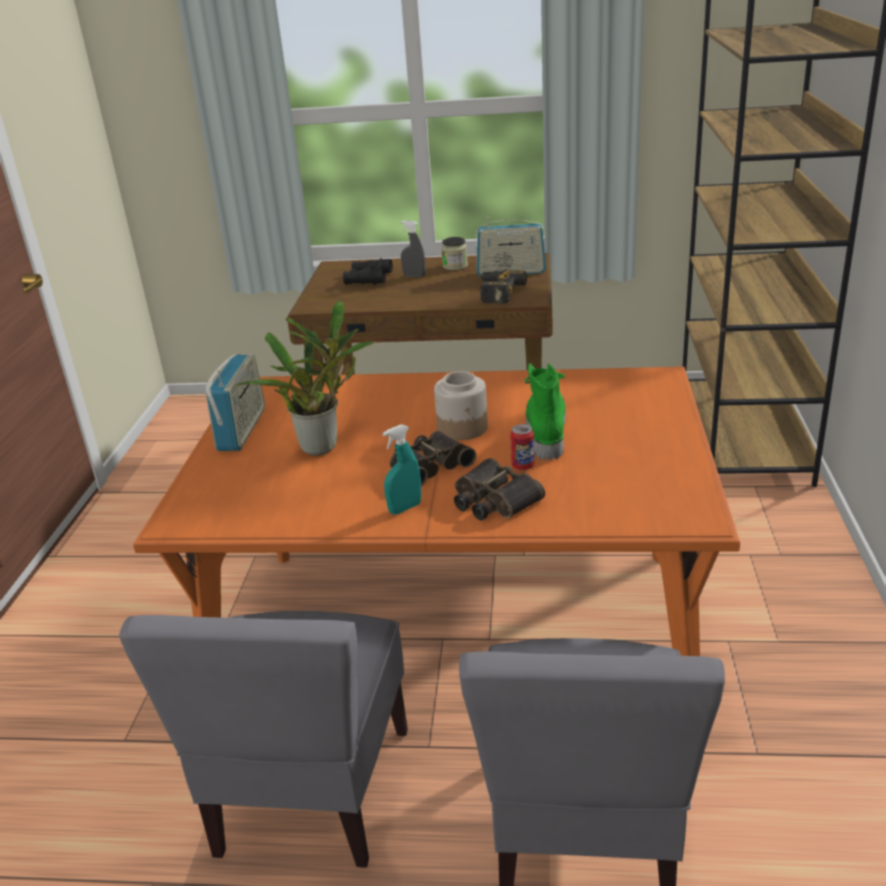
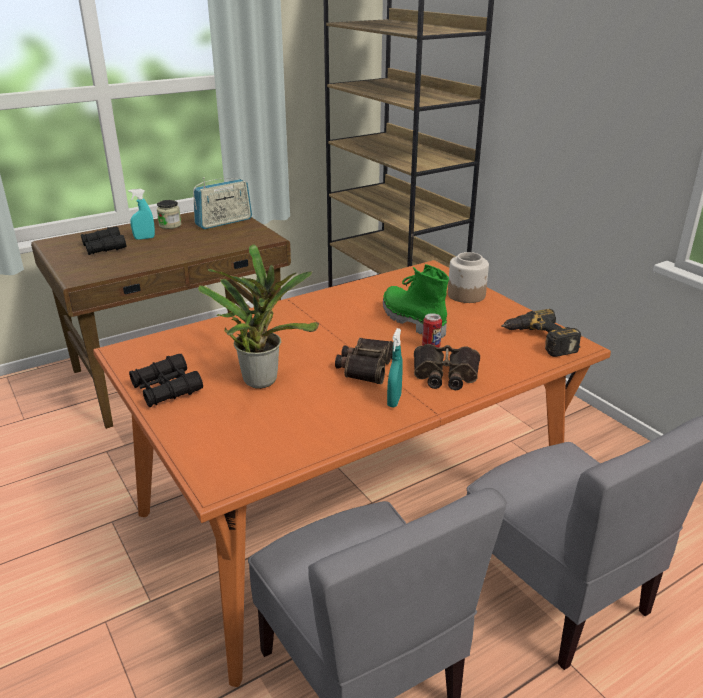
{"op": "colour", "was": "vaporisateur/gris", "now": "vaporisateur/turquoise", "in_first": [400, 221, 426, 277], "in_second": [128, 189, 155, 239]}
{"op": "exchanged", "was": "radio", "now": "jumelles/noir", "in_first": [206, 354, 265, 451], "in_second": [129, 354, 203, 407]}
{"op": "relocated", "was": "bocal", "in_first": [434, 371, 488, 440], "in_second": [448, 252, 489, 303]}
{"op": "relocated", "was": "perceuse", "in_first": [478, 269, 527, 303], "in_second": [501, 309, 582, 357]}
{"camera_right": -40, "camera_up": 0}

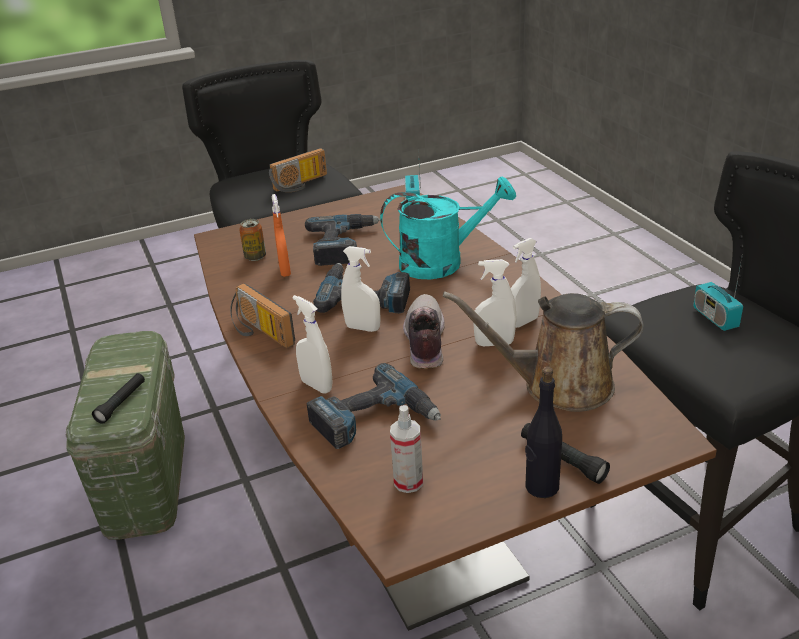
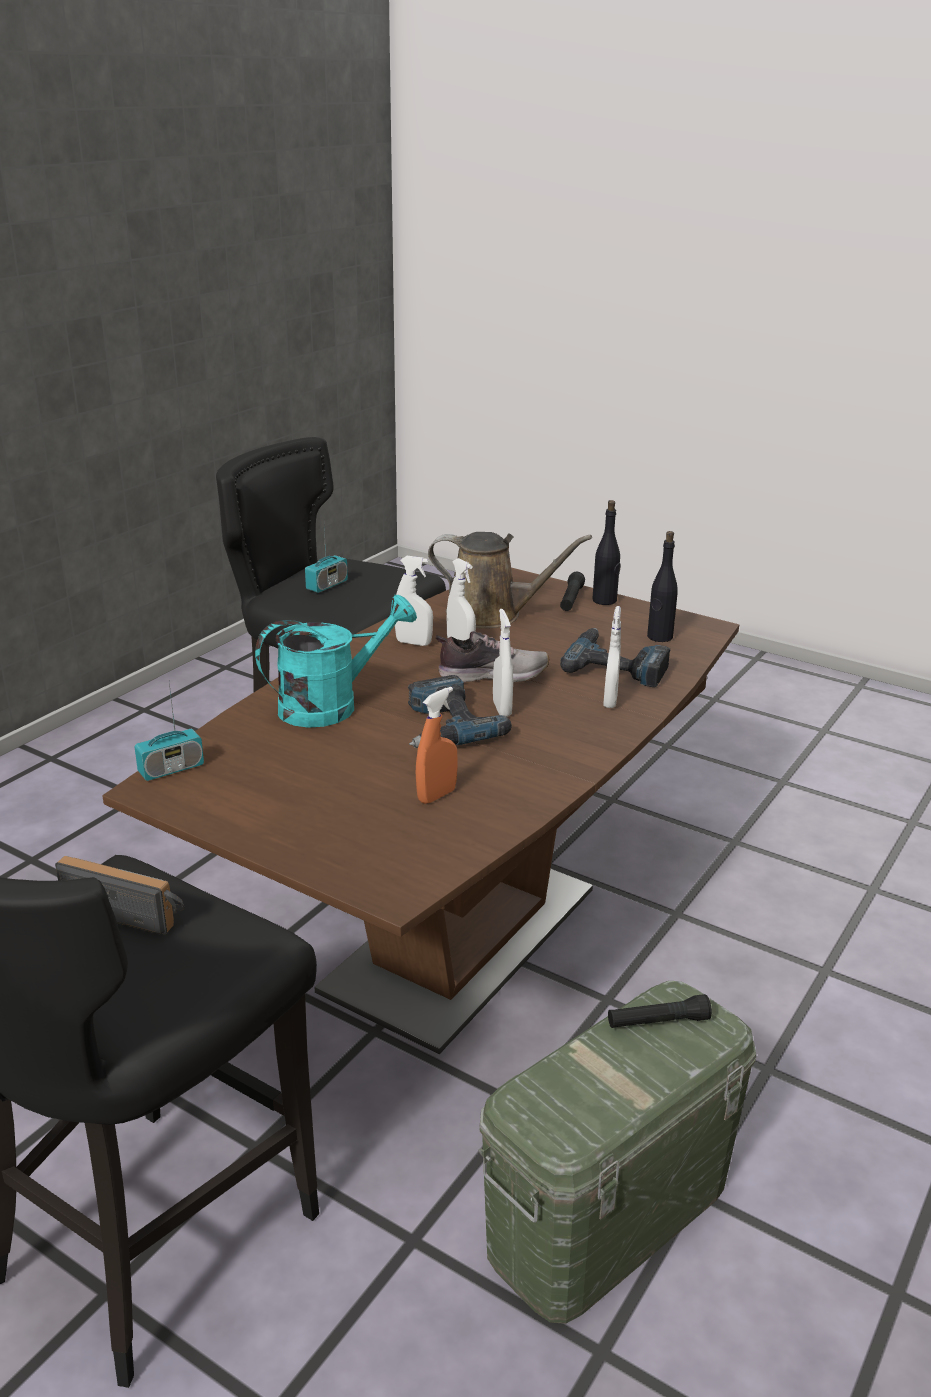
{"op": "spun", "was": "arrosoir/turquoise", "in_first": [380, 177, 516, 279], "in_second": [255, 595, 417, 728], "clockwise": 105}
{"op": "spun", "was": "arrosoir/marron", "in_first": [443, 291, 644, 412], "in_second": [428, 532, 592, 629], "clockwise": -45}
{"op": "spun", "was": "chaussure", "in_first": [403, 294, 445, 369], "in_second": [436, 631, 549, 683], "clockwise": -150}
{"op": "exchanged", "was": "vaporisateur", "now": "bouteille/noir", "in_first": [390, 405, 423, 493], "in_second": [647, 531, 678, 642]}
{"op": "missing", "was": "radio", "in_first": [230, 283, 295, 348]}
{"op": "missing", "was": "boîte métallique", "in_first": [239, 219, 266, 261]}
{"op": "missing", "was": "perceuse", "in_first": [305, 214, 380, 266]}
{"camera_right": -125, "camera_up": -5}

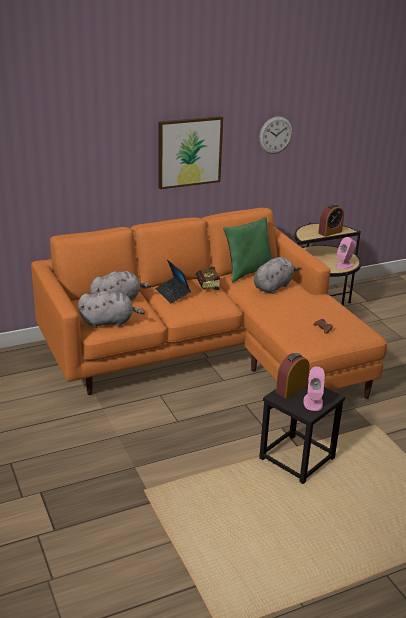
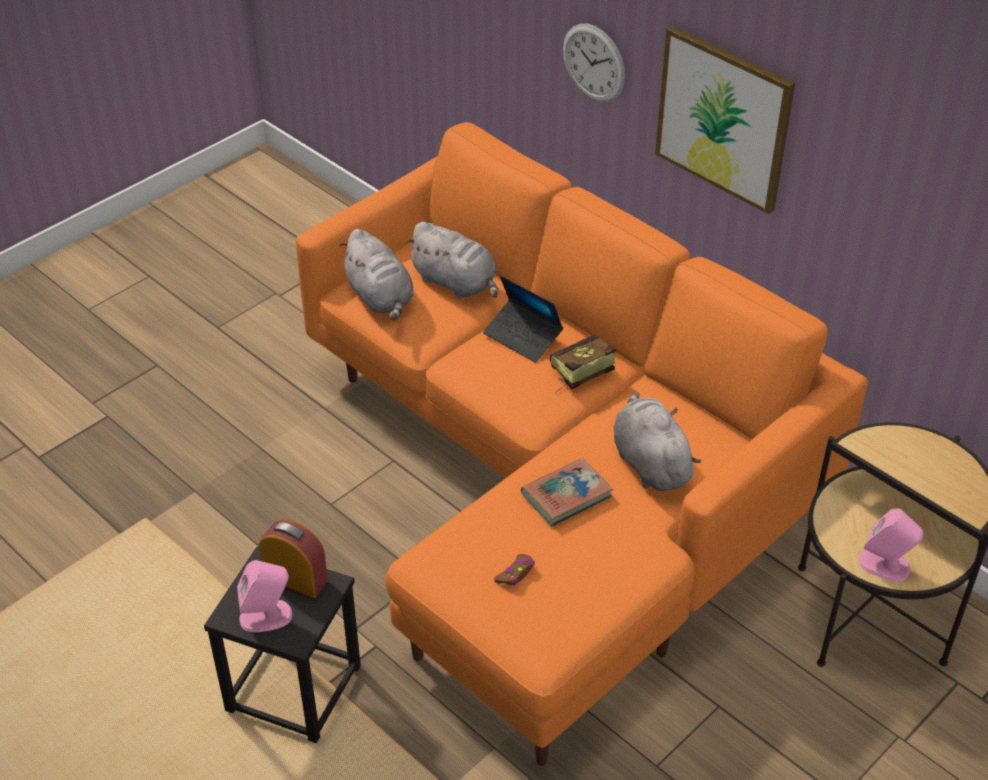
{"op": "spun", "was": "ordinateur portable", "in_first": [155, 260, 191, 303], "in_second": [483, 275, 563, 363], "clockwise": -90}
{"op": "appeared", "now": "livre", "in_second": [521, 458, 613, 526]}
{"op": "relocated", "was": "horloge murale", "in_first": [259, 116, 292, 154], "in_second": [563, 24, 625, 102]}
{"op": "spun", "was": "peluche/gris", "in_first": [254, 257, 301, 294], "in_second": [614, 392, 701, 491], "clockwise": -135}
{"op": "missing", "was": "coussin/vert", "in_first": [223, 217, 273, 282]}
{"op": "missing", "was": "réveil", "in_first": [318, 204, 344, 237]}
{"camera_right": 70, "camera_up": 15}

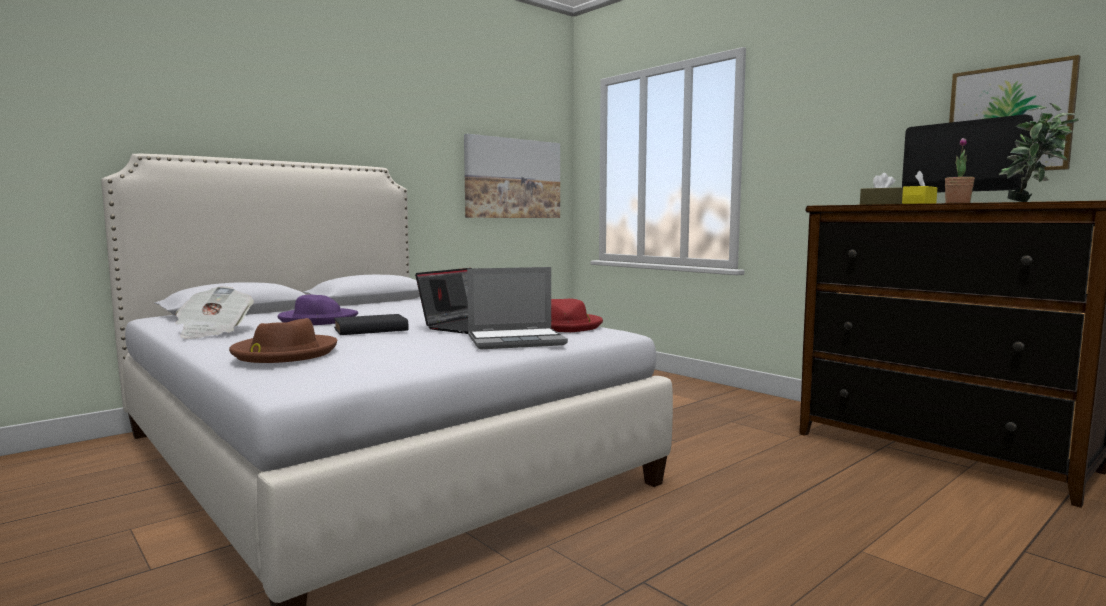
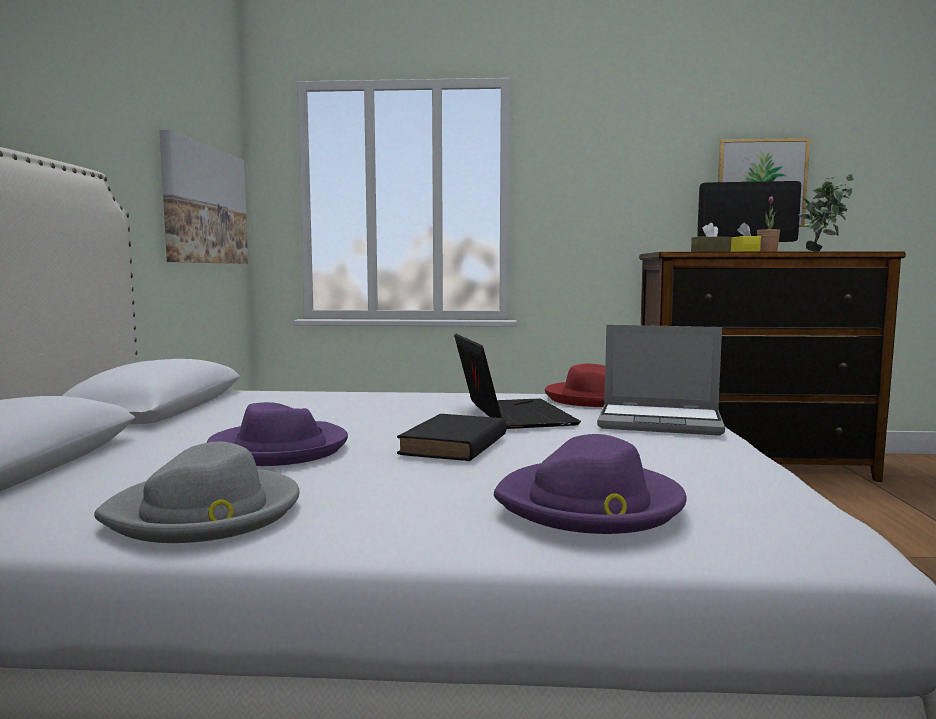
{"op": "exchanged", "was": "journal", "now": "chapeau/gris", "in_first": [175, 286, 253, 339], "in_second": [94, 442, 300, 543]}
{"op": "colour", "was": "chapeau/marron", "now": "chapeau/violet", "in_first": [229, 318, 337, 363], "in_second": [494, 434, 687, 534]}
{"op": "spun", "was": "ordinateur portable", "in_first": [467, 267, 568, 349], "in_second": [597, 325, 725, 436], "clockwise": 75}
{"camera_right": -45, "camera_up": 0}

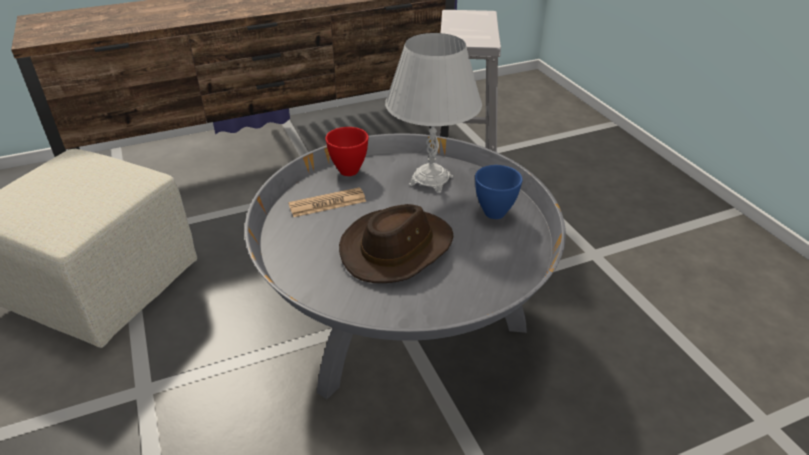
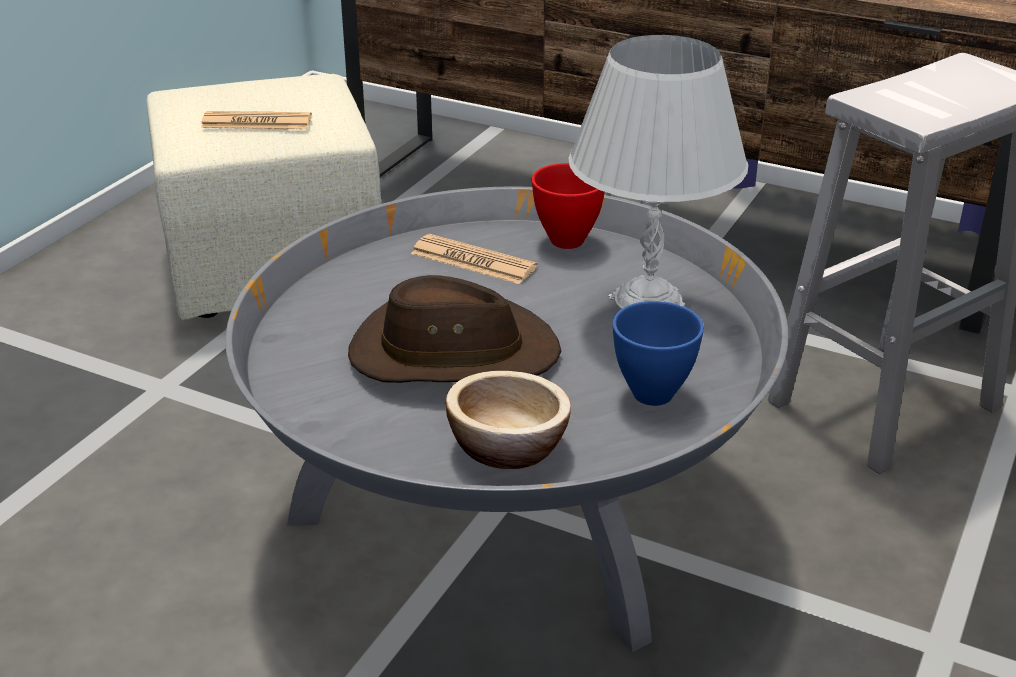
{"op": "appeared", "now": "journal", "in_second": [201, 111, 312, 129]}
{"op": "appeared", "now": "bol", "in_second": [446, 371, 571, 469]}
{"camera_right": 50, "camera_up": -5}

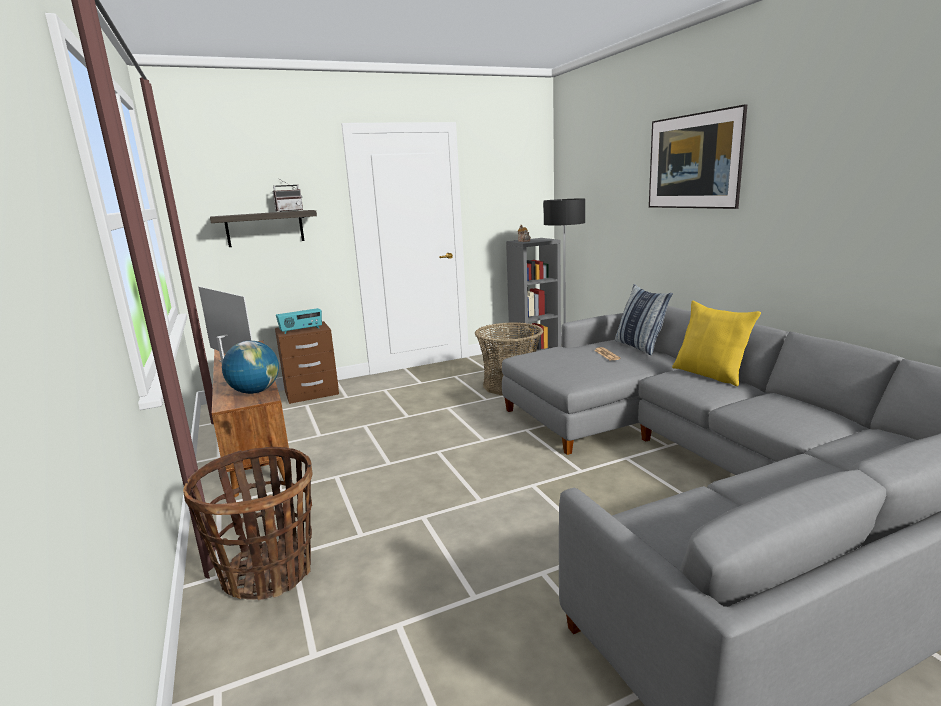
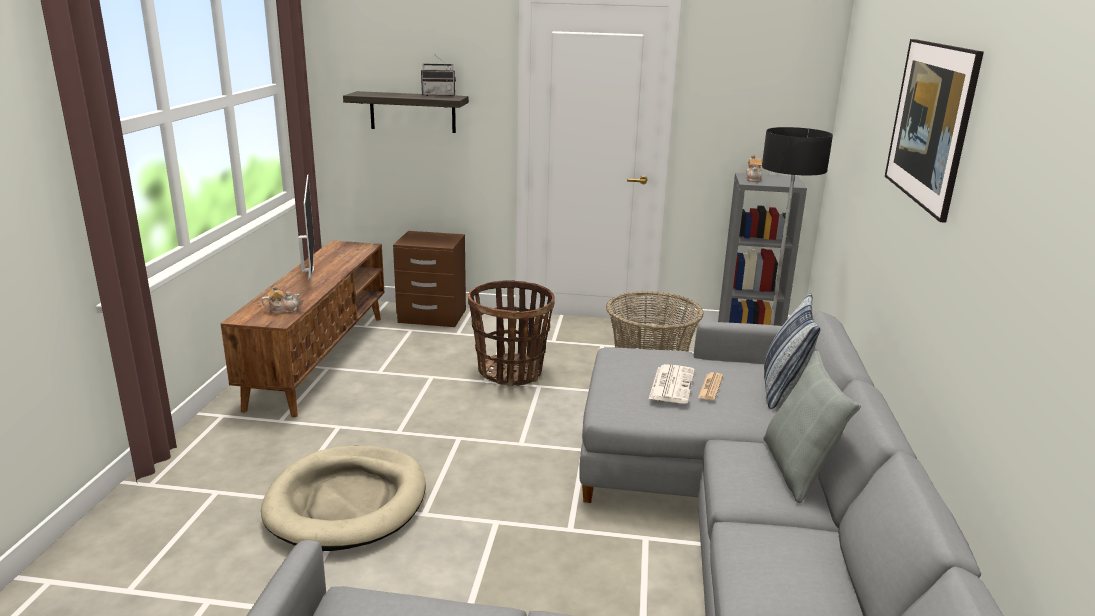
{"op": "exchanged", "was": "globe", "now": "théière", "in_first": [222, 341, 279, 394], "in_second": [261, 285, 300, 314]}
{"op": "appeared", "now": "panier pour chien/beige", "in_second": [261, 446, 425, 551]}
{"op": "relocated", "was": "panier", "in_first": [183, 447, 313, 600], "in_second": [468, 280, 555, 386]}
{"op": "appeared", "now": "journal", "in_second": [649, 364, 695, 404]}
{"op": "colour", "was": "coussin/jaune", "now": "coussin/gris", "in_first": [672, 301, 761, 386], "in_second": [763, 351, 861, 503]}
{"op": "missing", "was": "radio", "in_first": [276, 308, 322, 334]}
{"camera_right": 30, "camera_up": 5}

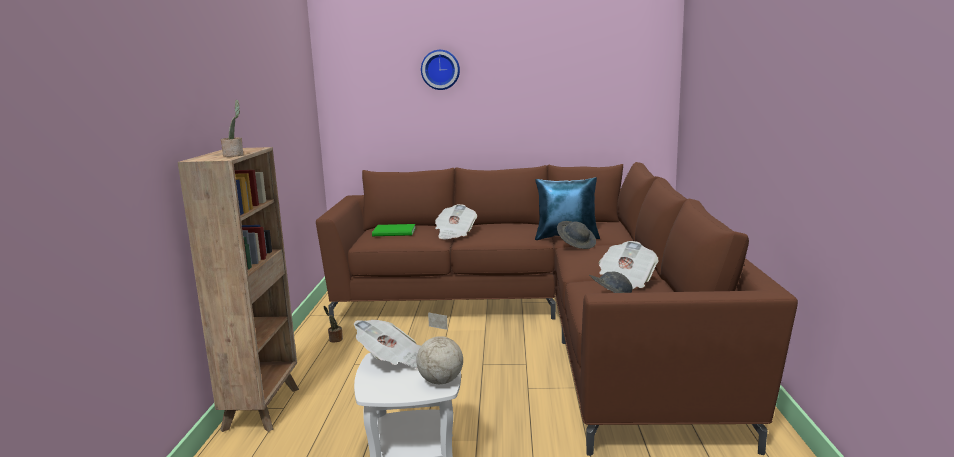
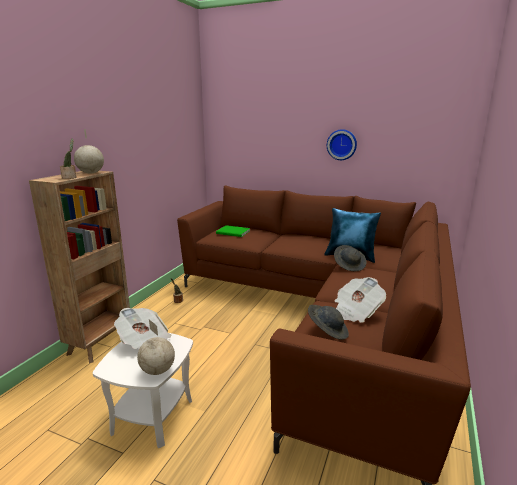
{"op": "appeared", "now": "globe", "in_second": [74, 129, 104, 174]}
{"op": "relocated", "was": "horloge murale", "in_first": [421, 50, 460, 90], "in_second": [327, 129, 357, 160]}
{"op": "missing", "was": "journal", "in_first": [435, 204, 477, 239]}
{"camera_right": 20, "camera_up": 5}

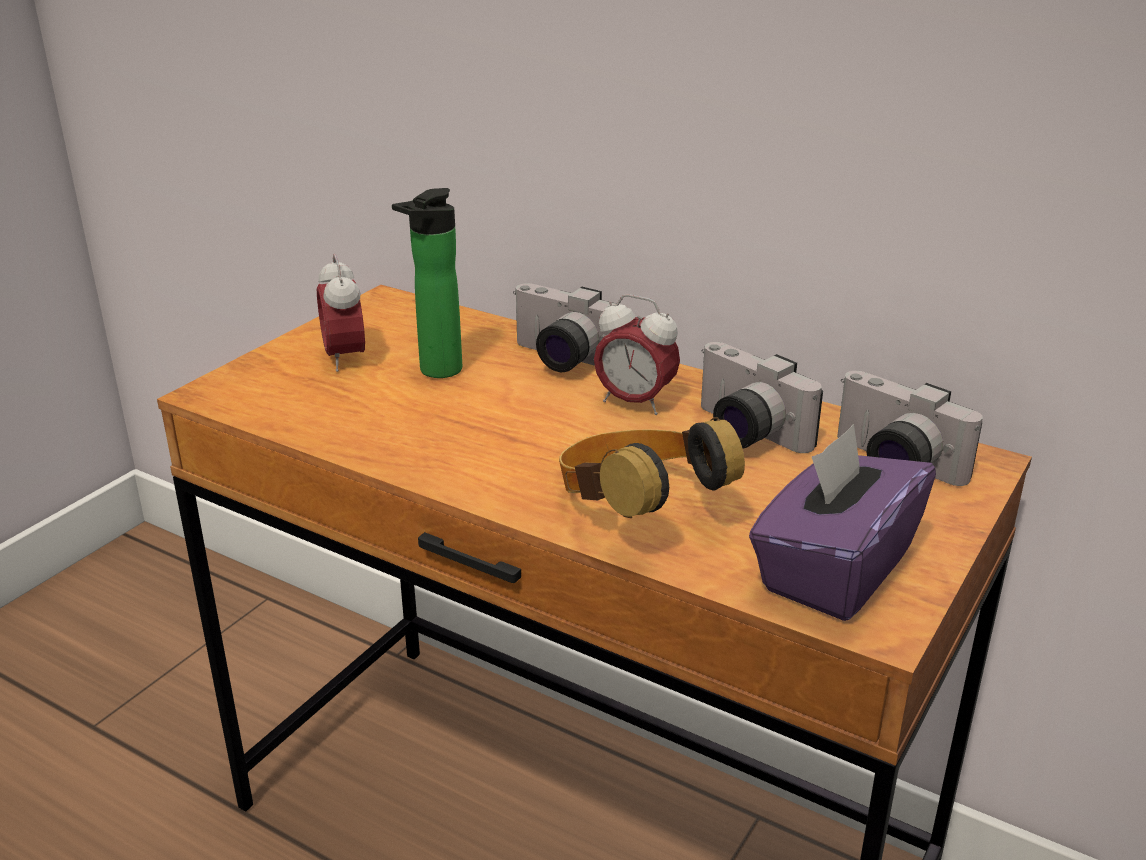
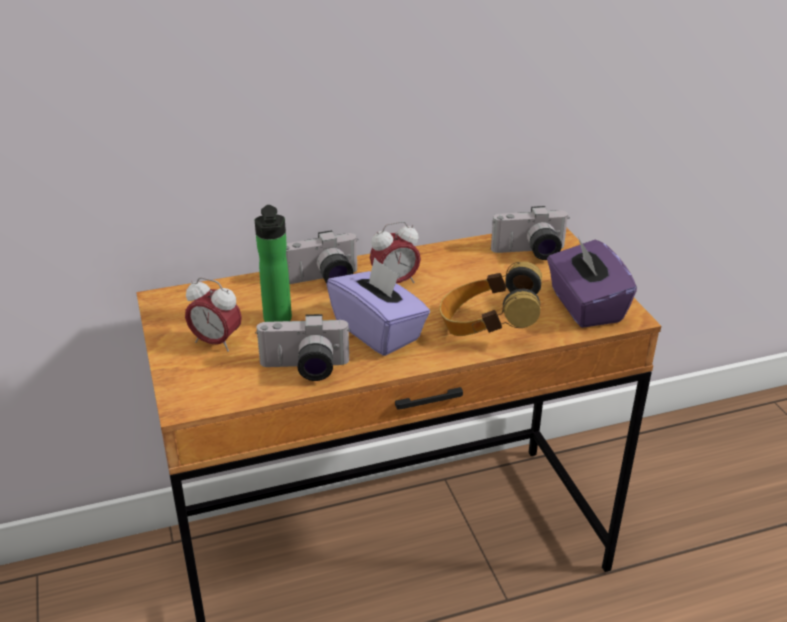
{"op": "relocated", "was": "appareil photo", "in_first": [701, 342, 823, 453], "in_second": [255, 314, 350, 381]}
{"op": "appeared", "now": "boîte à mouchoirs/violet", "in_second": [326, 257, 430, 356]}
{"camera_right": -50, "camera_up": 5}

